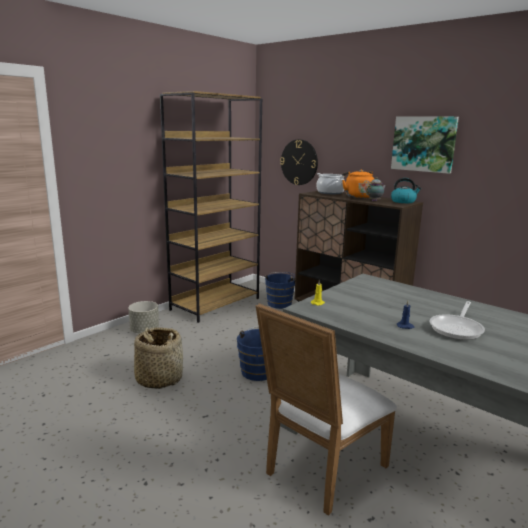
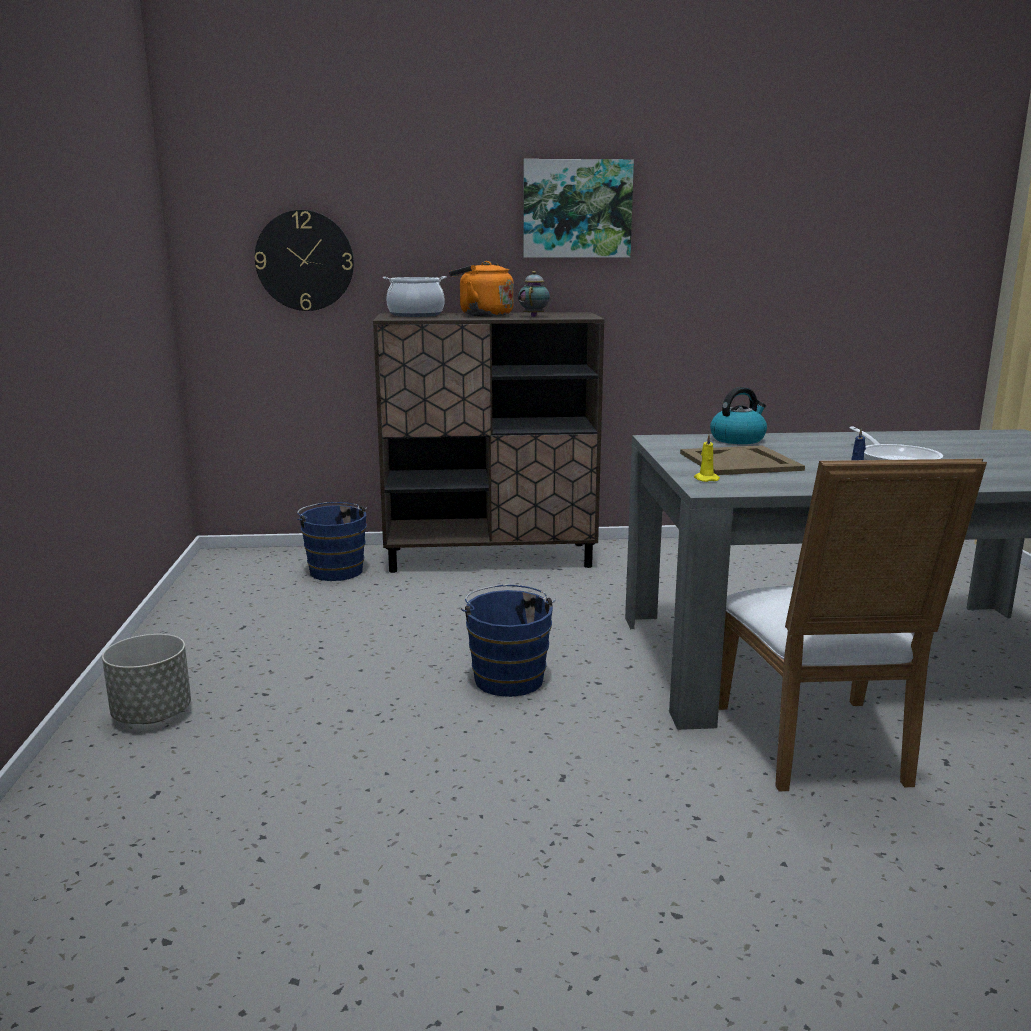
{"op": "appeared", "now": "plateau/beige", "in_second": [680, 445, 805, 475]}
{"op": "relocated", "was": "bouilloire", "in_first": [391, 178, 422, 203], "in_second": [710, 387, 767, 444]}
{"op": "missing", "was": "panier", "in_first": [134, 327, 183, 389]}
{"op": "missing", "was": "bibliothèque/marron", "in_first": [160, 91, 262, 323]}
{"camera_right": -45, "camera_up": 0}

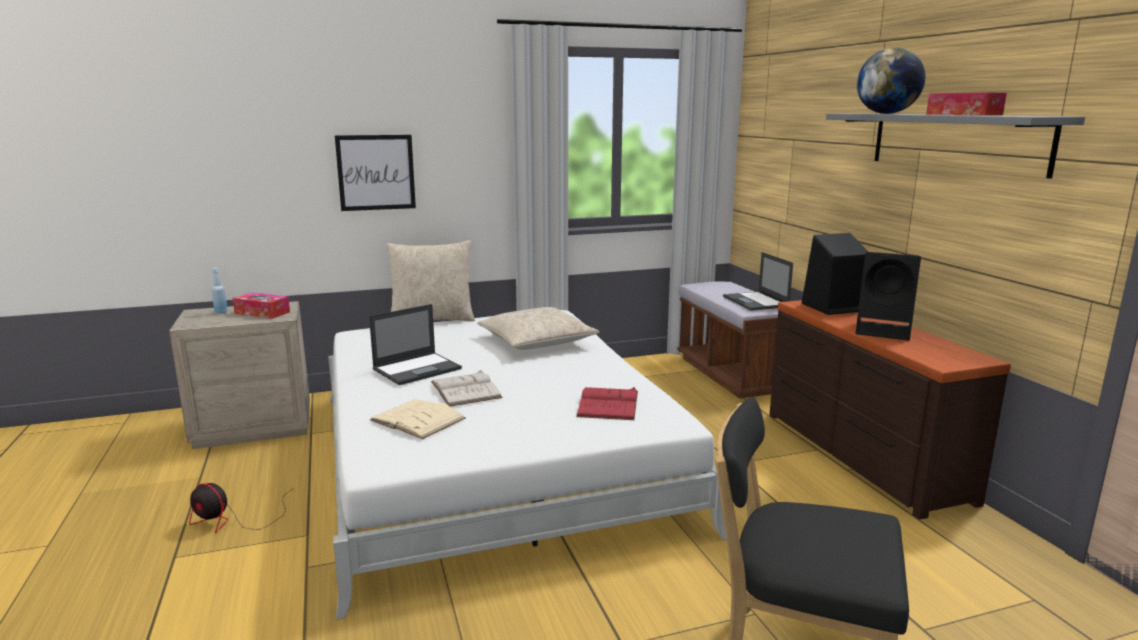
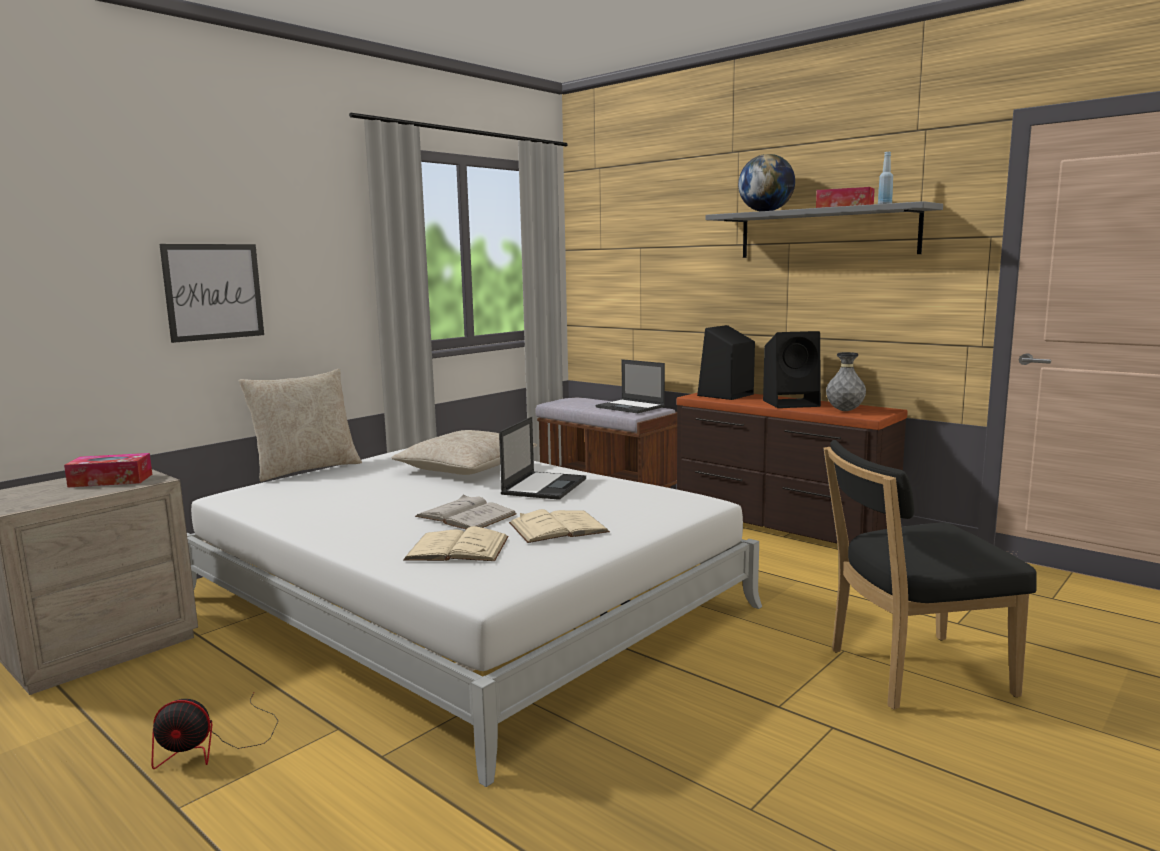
{"op": "relocated", "was": "ordinateur portable", "in_first": [369, 304, 462, 385], "in_second": [499, 417, 586, 500]}
{"op": "appeared", "now": "livre/beige", "in_second": [509, 509, 610, 543]}
{"op": "appeared", "now": "vase/gris", "in_second": [826, 352, 866, 411]}
{"op": "relocated", "was": "bouteille/bleu", "in_first": [211, 268, 228, 314], "in_second": [878, 152, 893, 204]}
{"op": "missing", "was": "livre/rouge", "in_first": [576, 387, 638, 420]}
{"camera_right": -30, "camera_up": -5}

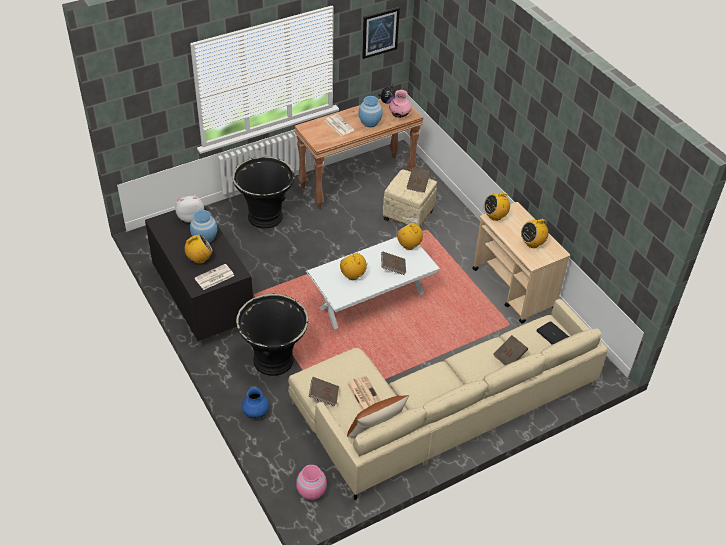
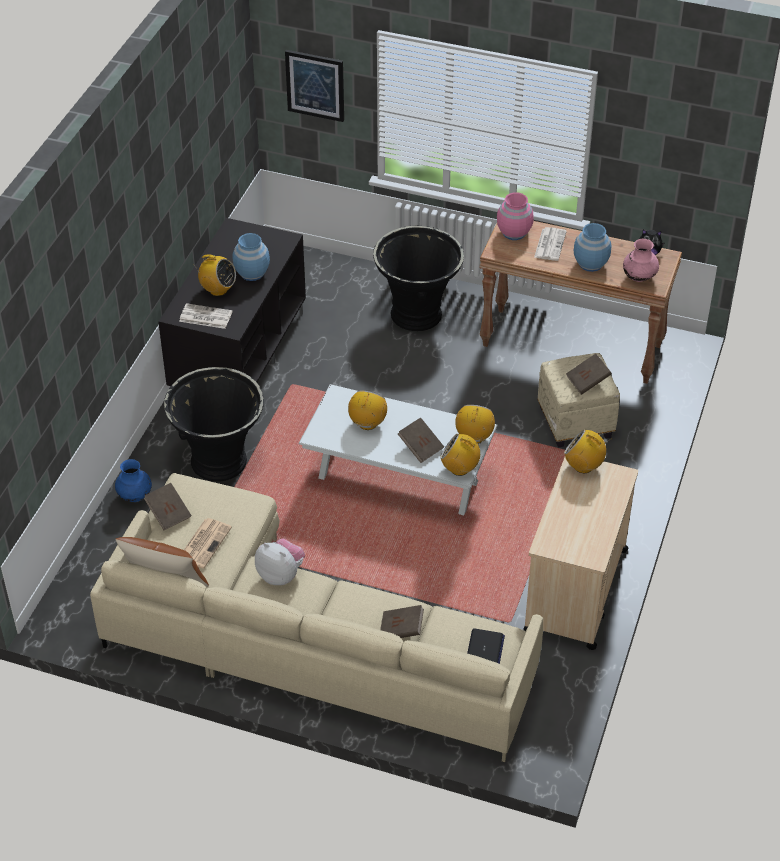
{"op": "relocated", "was": "peluche", "in_first": [175, 195, 204, 223], "in_second": [255, 539, 305, 585]}
{"op": "relocated", "was": "tableau", "in_first": [362, 7, 400, 59], "in_second": [285, 50, 344, 122]}
{"op": "relocated", "was": "radio", "in_first": [521, 216, 548, 248], "in_second": [440, 434, 485, 476]}
{"op": "relocated", "was": "vase/rose", "in_first": [296, 465, 327, 500], "in_second": [497, 192, 534, 240]}
{"camera_right": 50, "camera_up": 0}

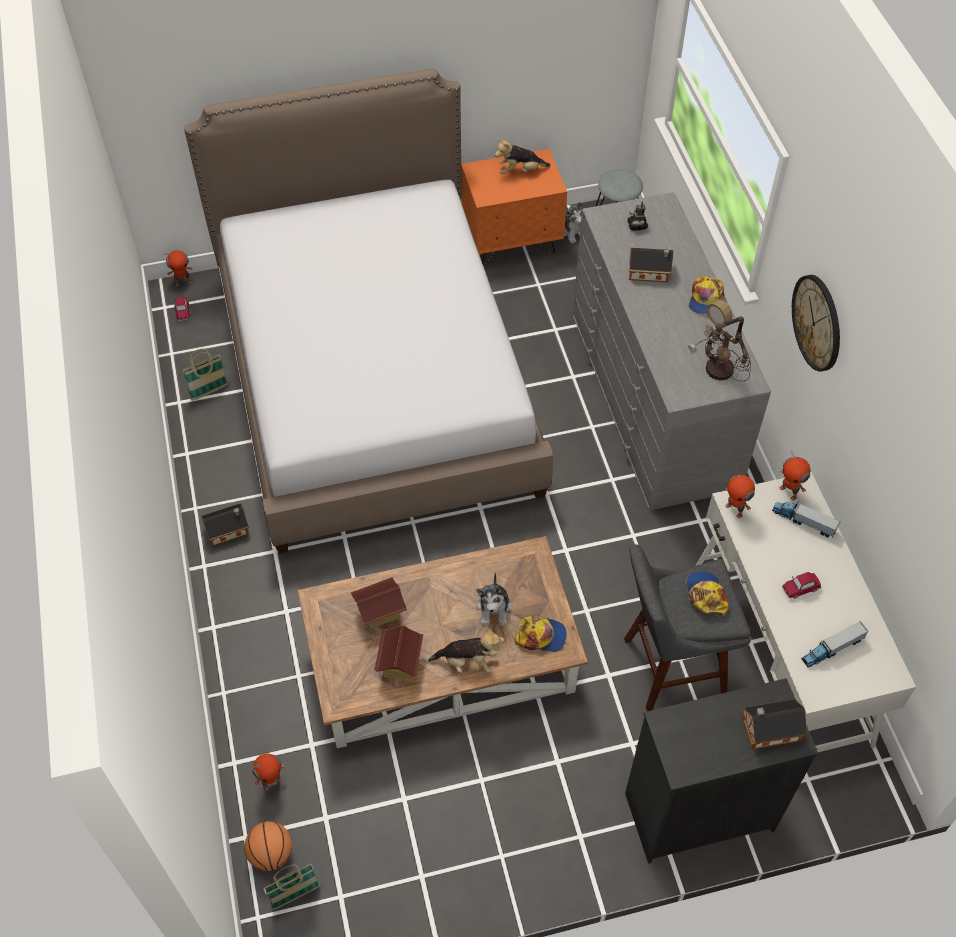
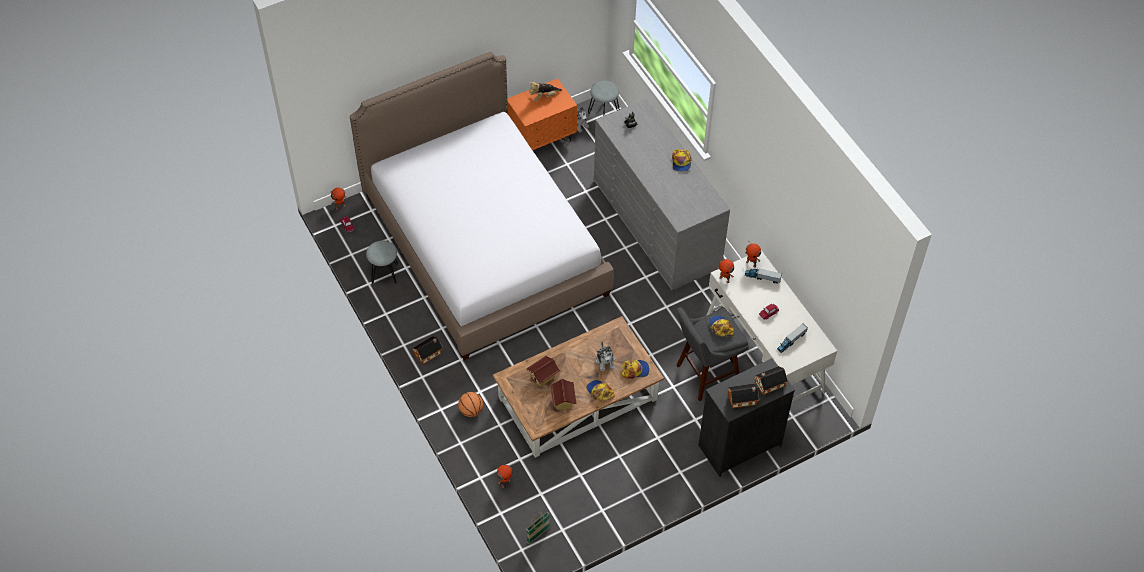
{"op": "exchanged", "was": "panier", "now": "tabouret/gris", "in_first": [182, 349, 228, 401], "in_second": [366, 241, 398, 284]}
{"op": "relocated", "was": "ballon de basket", "in_first": [244, 821, 292, 871], "in_second": [458, 392, 483, 417]}
{"op": "exchanged", "was": "peluche", "now": "casquette", "in_first": [428, 627, 504, 673], "in_second": [586, 380, 614, 401]}
{"op": "relocated", "was": "maison miniature", "in_first": [629, 248, 674, 282], "in_second": [728, 383, 759, 408]}
{"op": "missing", "was": "lampe de table", "in_first": [687, 300, 751, 381]}
{"op": "missing", "was": "horloge murale", "in_first": [792, 275, 840, 372]}
{"camera_right": -15, "camera_up": 0}

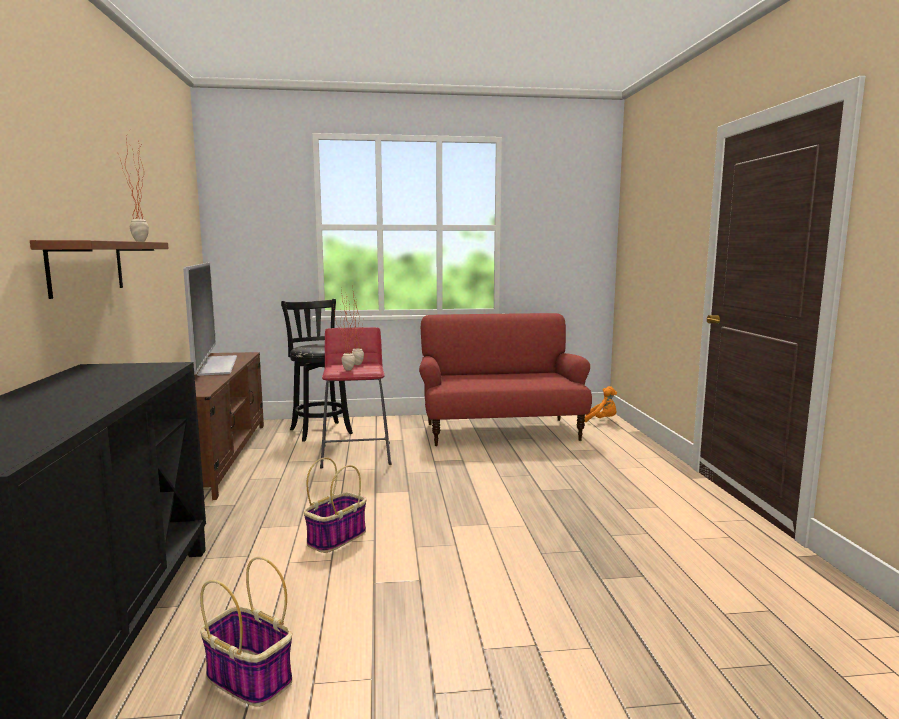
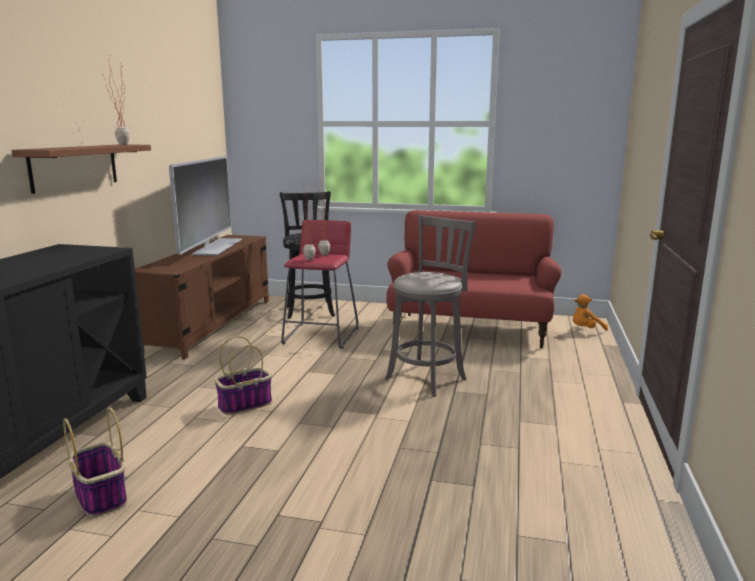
{"op": "appeared", "now": "tabouret/gris", "in_second": [385, 214, 476, 397]}
{"op": "spun", "was": "peluche/orange", "in_first": [584, 386, 617, 422], "in_second": [573, 294, 608, 331], "clockwise": 120}
{"camera_right": 20, "camera_up": 5}

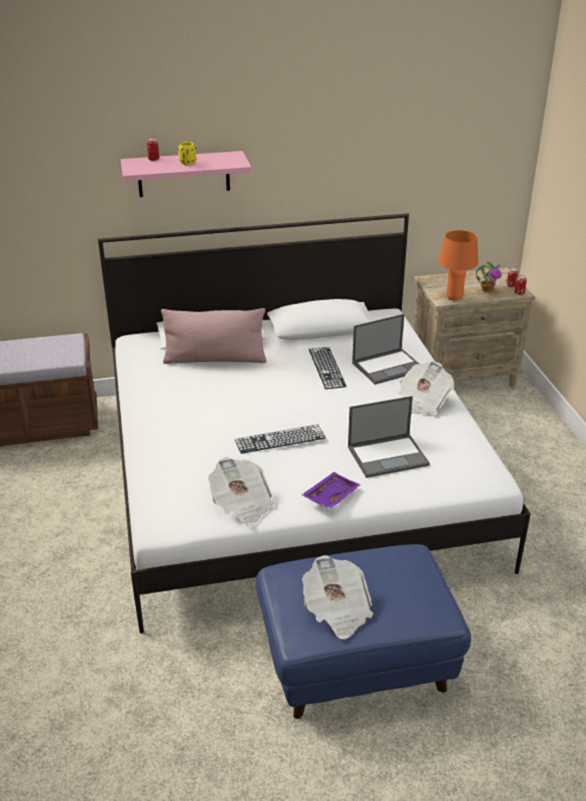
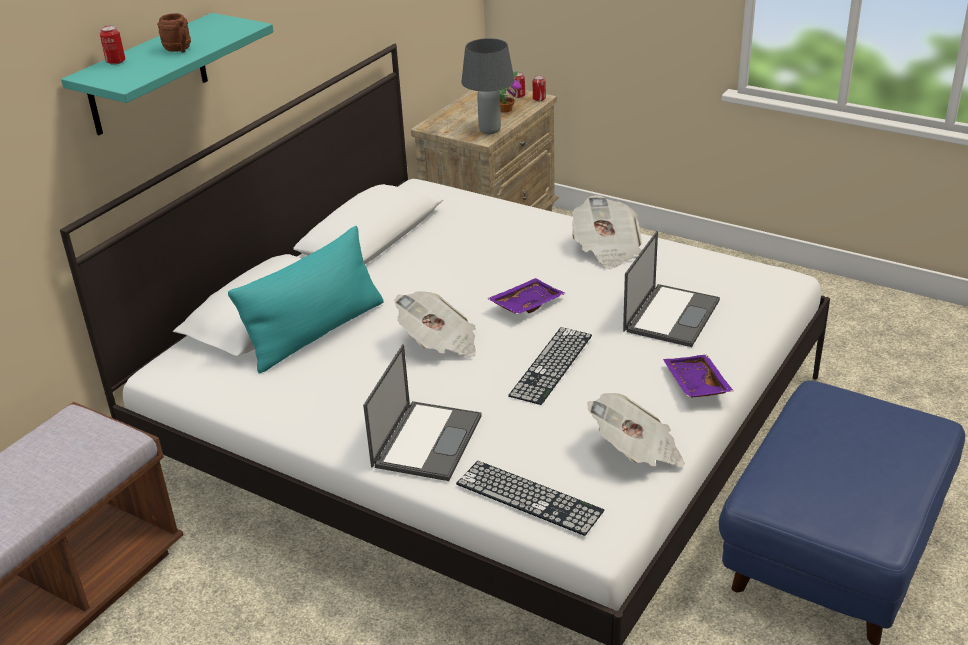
{"op": "colour", "was": "étagère/rose", "now": "étagère/turquoise", "in_first": [120, 151, 251, 197], "in_second": [61, 13, 273, 135]}
{"op": "colour", "was": "mug/jaune", "now": "mug/marron", "in_first": [178, 142, 197, 166], "in_second": [157, 13, 191, 53]}
{"op": "colour", "was": "coussin/rose", "now": "coussin/turquoise", "in_first": [161, 308, 267, 364], "in_second": [228, 226, 384, 374]}
{"op": "relocated", "was": "ordinateur portable", "in_first": [352, 314, 419, 385], "in_second": [363, 344, 482, 481]}
{"op": "relocated", "was": "journal", "in_first": [302, 555, 373, 640], "in_second": [394, 291, 476, 357]}
{"op": "relocated", "was": "clavier", "in_first": [309, 347, 347, 389], "in_second": [456, 461, 604, 536]}
{"op": "colour", "was": "lampe de table/orange", "now": "lampe de table/gris", "in_first": [438, 230, 478, 301], "in_second": [461, 38, 515, 134]}
{"op": "appeared", "now": "plateau/violet", "in_second": [487, 278, 566, 314]}
{"camera_right": -45, "camera_up": 0}

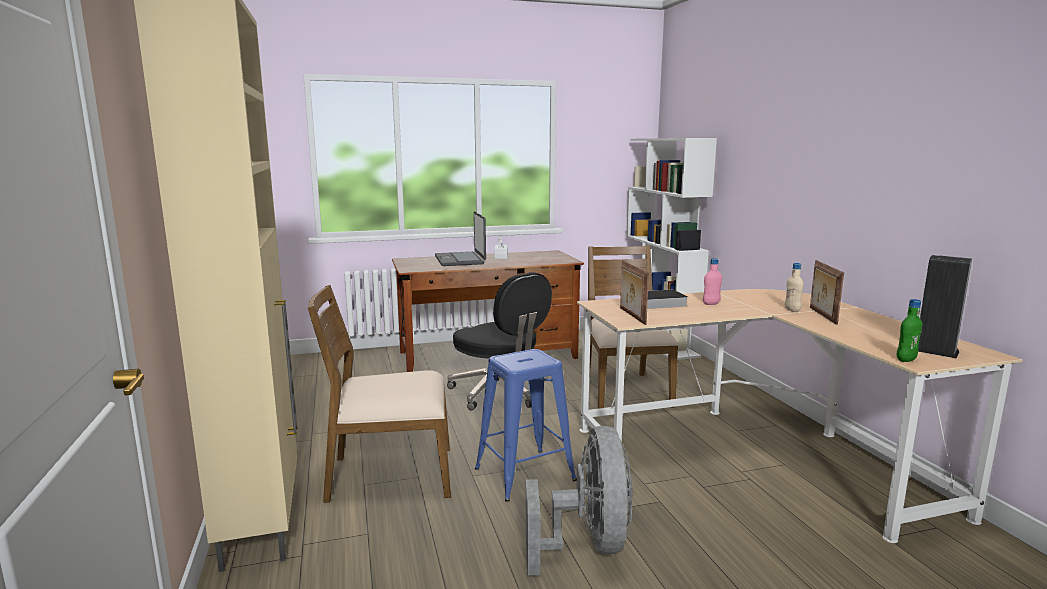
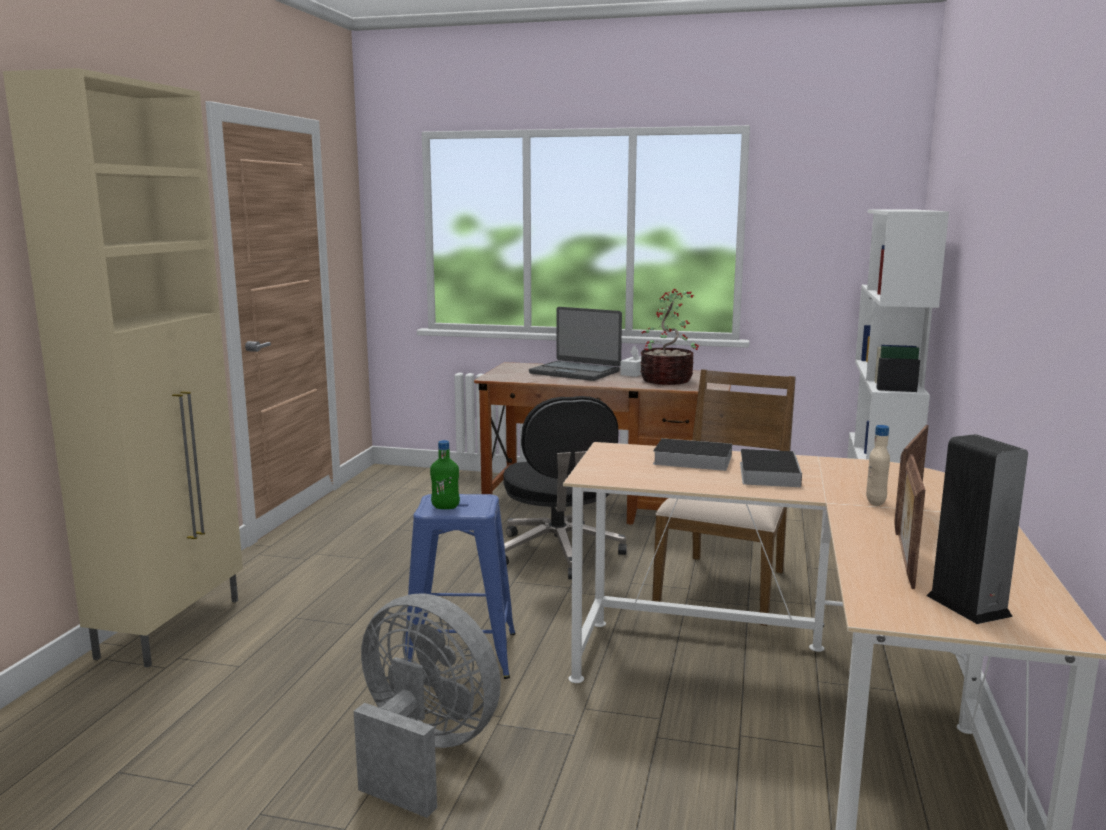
{"op": "spun", "was": "ventilateur/gris", "in_first": [526, 426, 633, 575], "in_second": [354, 593, 501, 818], "clockwise": -90}
{"op": "relocated", "was": "bouteille/vert", "in_first": [897, 299, 922, 362], "in_second": [430, 440, 460, 509]}
{"op": "spun", "was": "ordinateur portable", "in_first": [435, 211, 486, 266], "in_second": [529, 307, 622, 381], "clockwise": -75}
{"op": "appeared", "now": "plante en pot", "in_second": [640, 288, 699, 385]}
{"op": "exchanged", "was": "bouteille/rose", "now": "livre", "in_first": [703, 258, 722, 305], "in_second": [740, 449, 802, 487]}
{"op": "relocated", "was": "cadre photo", "in_first": [620, 261, 649, 325], "in_second": [898, 454, 925, 589]}
{"op": "missing", "was": "chaise/marron", "in_first": [308, 285, 451, 503]}
{"camera_right": 30, "camera_up": 0}

